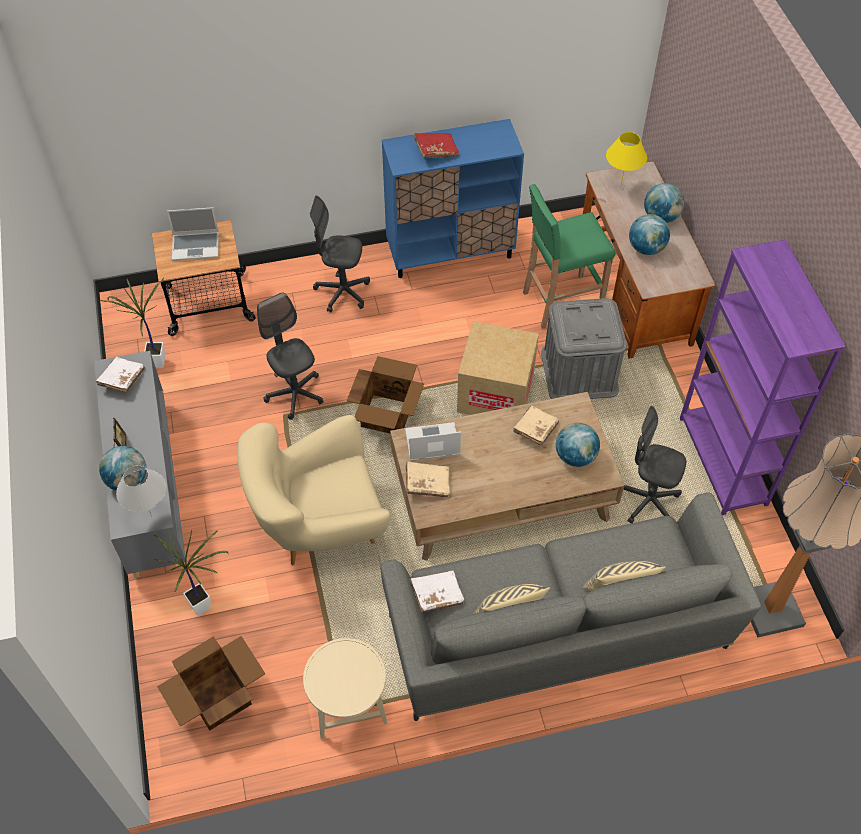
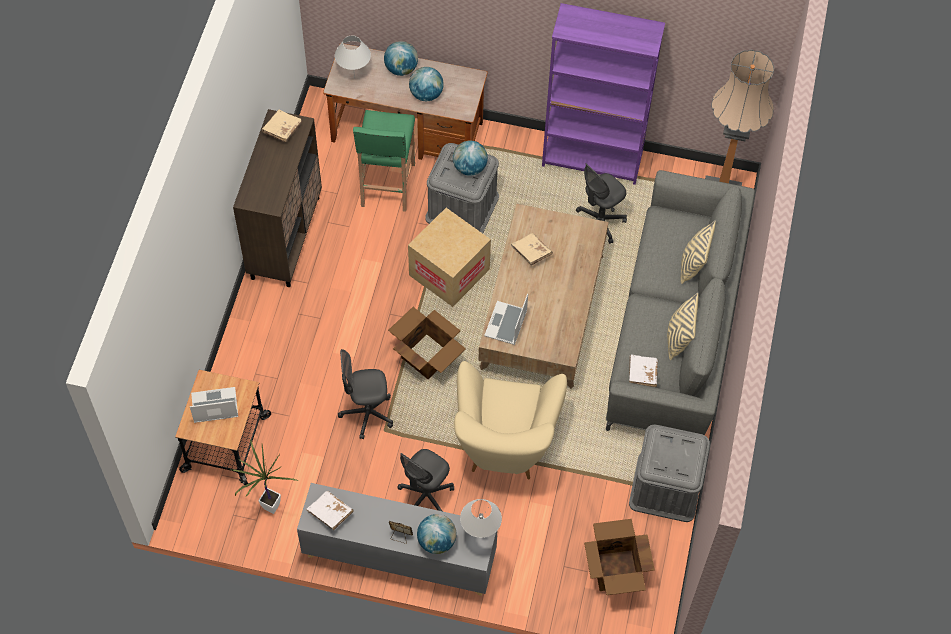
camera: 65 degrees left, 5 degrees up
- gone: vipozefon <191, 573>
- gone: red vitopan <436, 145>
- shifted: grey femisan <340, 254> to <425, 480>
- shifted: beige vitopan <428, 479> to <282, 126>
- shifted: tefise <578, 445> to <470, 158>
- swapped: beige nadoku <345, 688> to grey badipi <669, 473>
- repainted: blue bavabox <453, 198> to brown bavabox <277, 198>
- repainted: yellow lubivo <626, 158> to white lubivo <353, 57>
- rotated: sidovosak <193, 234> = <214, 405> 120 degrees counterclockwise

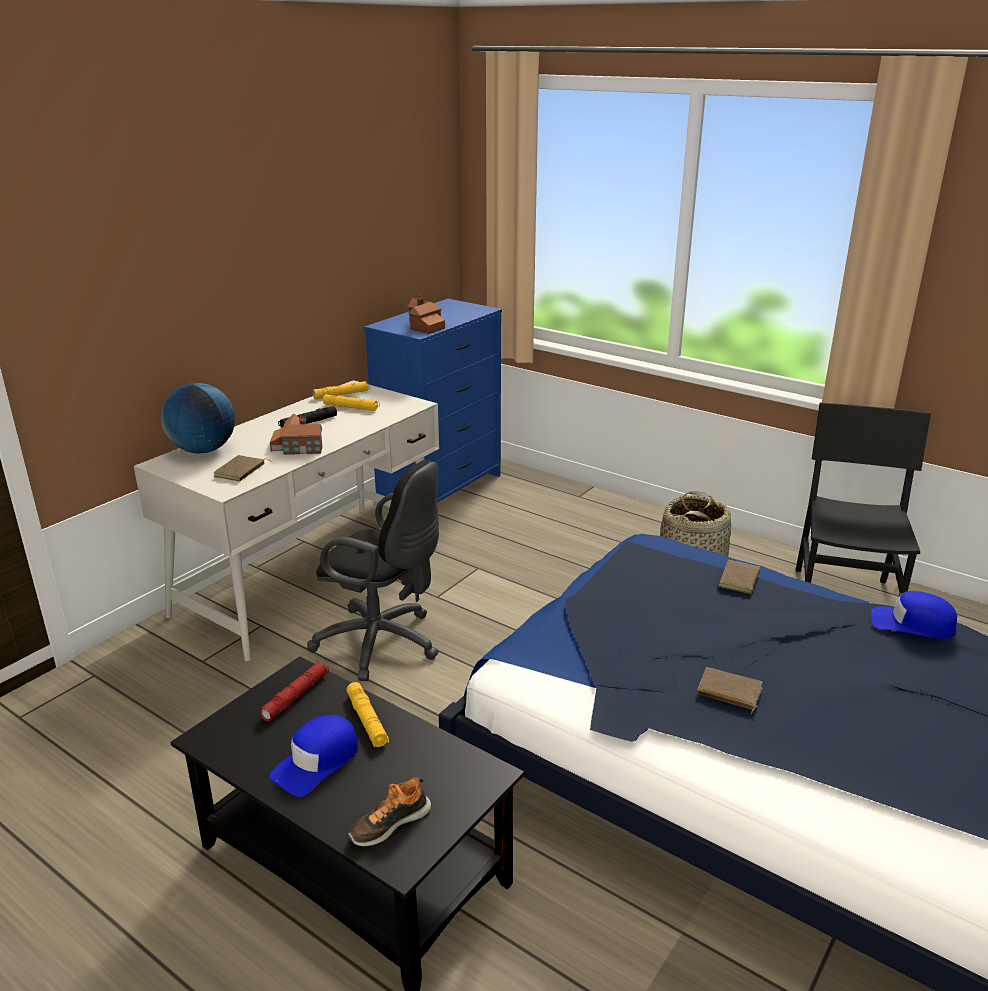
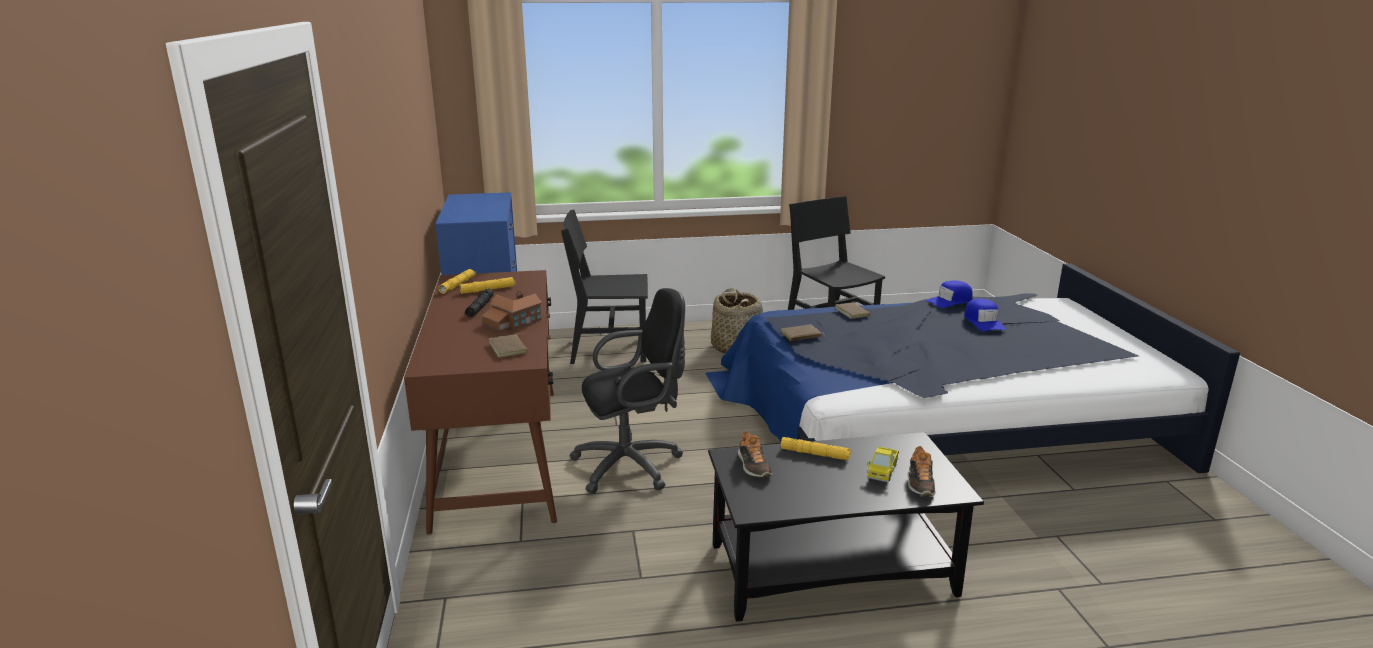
camera: 45 degrees left, 5 degrees down
- gone: tefise <198, 418>
- gone: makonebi <426, 315>
- new: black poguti <604, 287>
- new: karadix <883, 465>
- shifted: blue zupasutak <314, 756> to <985, 315>
- shifted: brown vitopan <730, 690> to <803, 332>
- swapped: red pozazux <294, 692> to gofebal <755, 454>
- repainted: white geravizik <287, 520> to brown geravizik <480, 402>

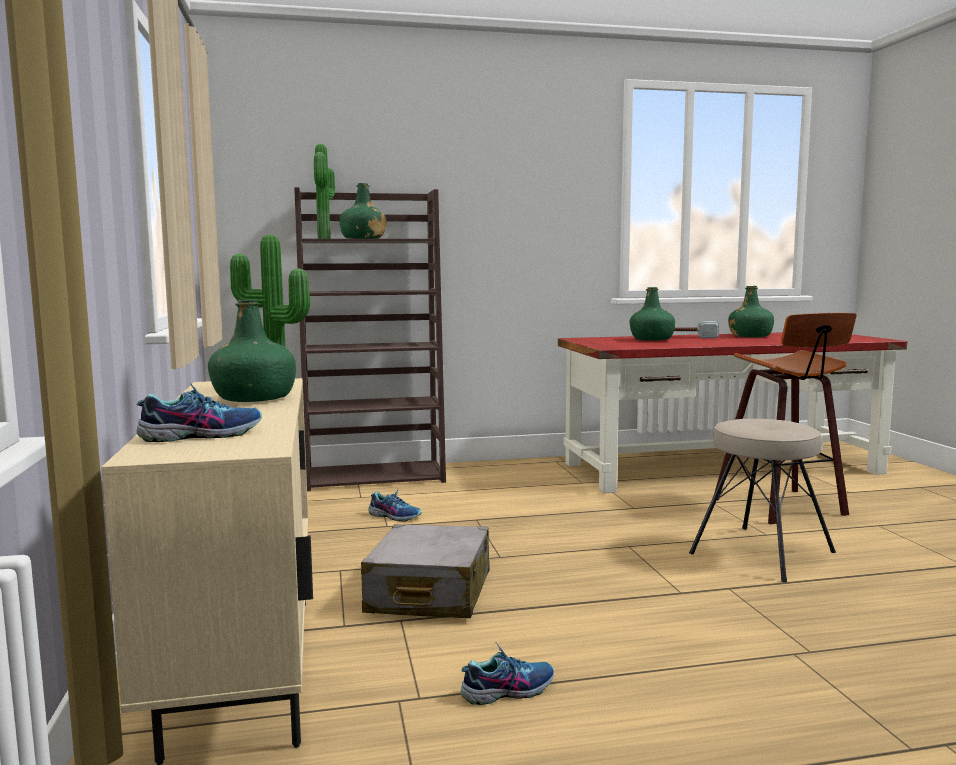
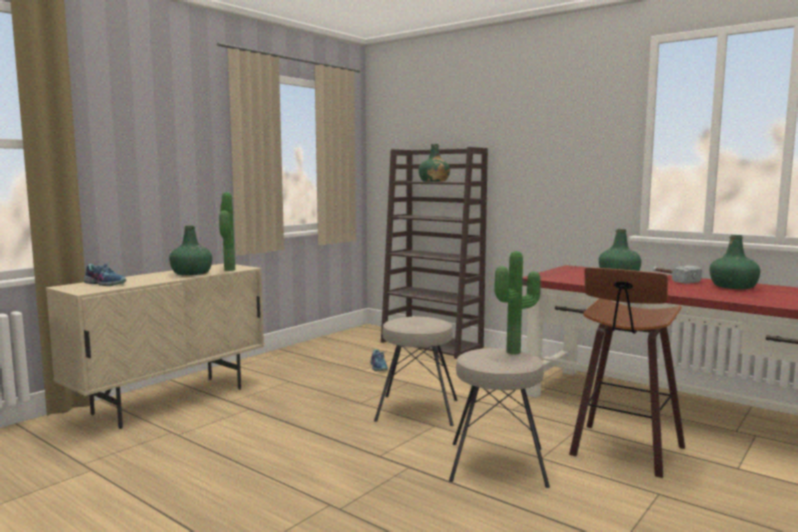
camera: 50 degrees right, 0 degrees up
- gone: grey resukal <425, 571>
- gone: gofebal <507, 673>
- new: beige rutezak <415, 371>
- shifted: vipozefon <324, 191> to <517, 303>

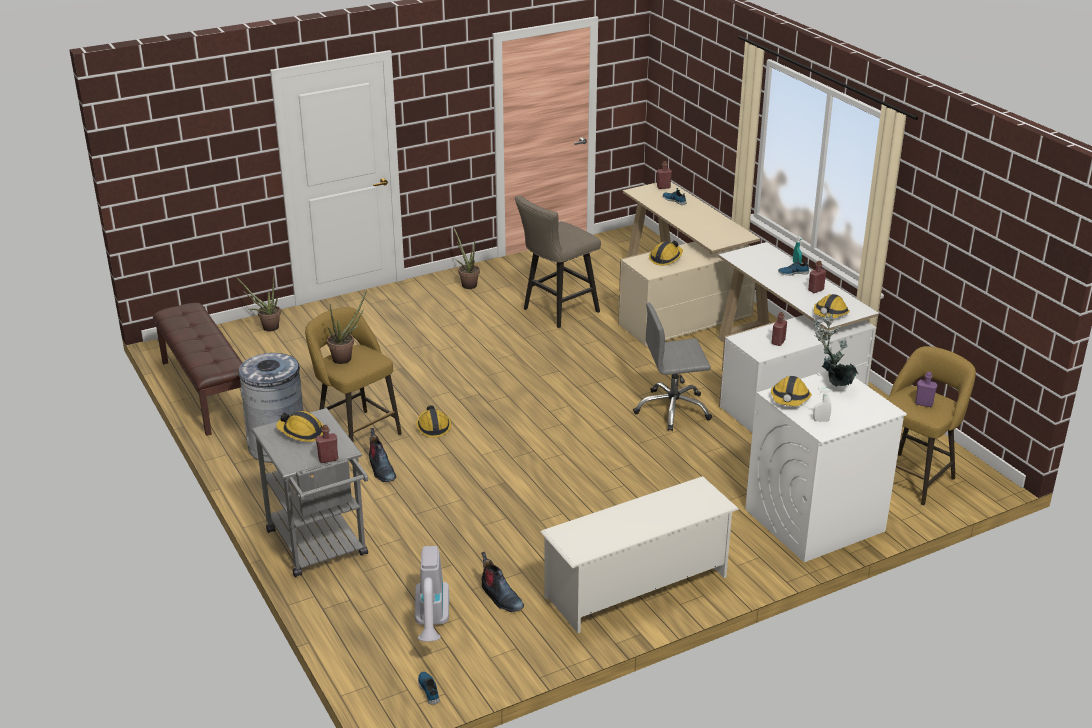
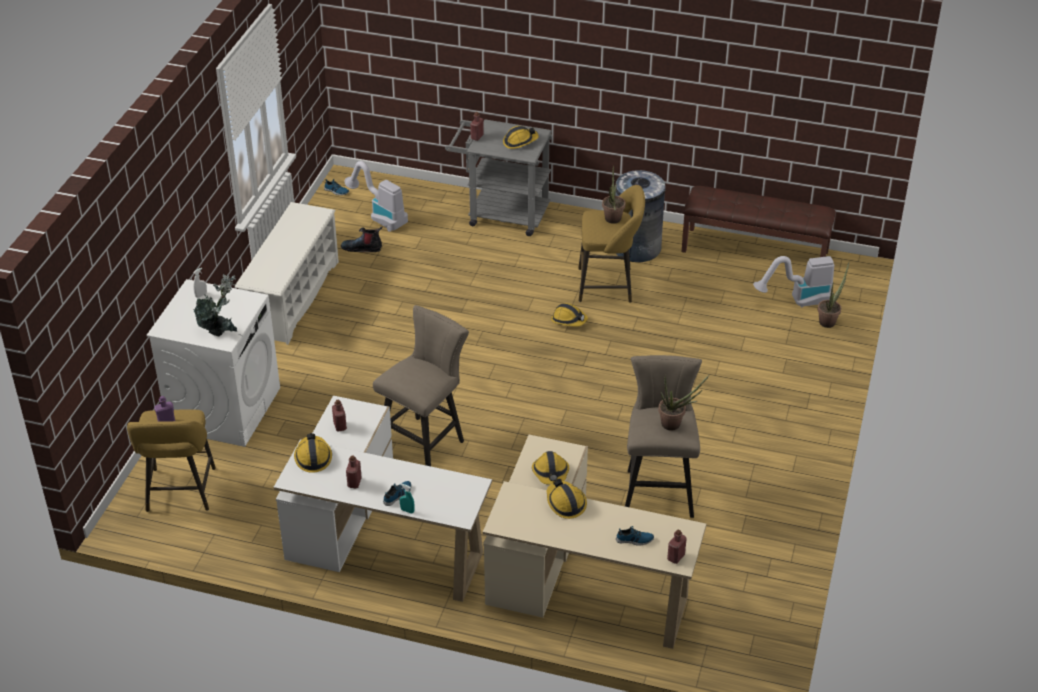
camera: 135 degrees right, 10 degrees up
- gone: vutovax <382, 455>
- new: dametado <793, 281>
- shifted: vipozefon <466, 258> to <683, 403>
- shifted: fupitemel <791, 391> to <567, 499>
- swapped: grey femisan <672, 366> to beige rutezak <421, 385>

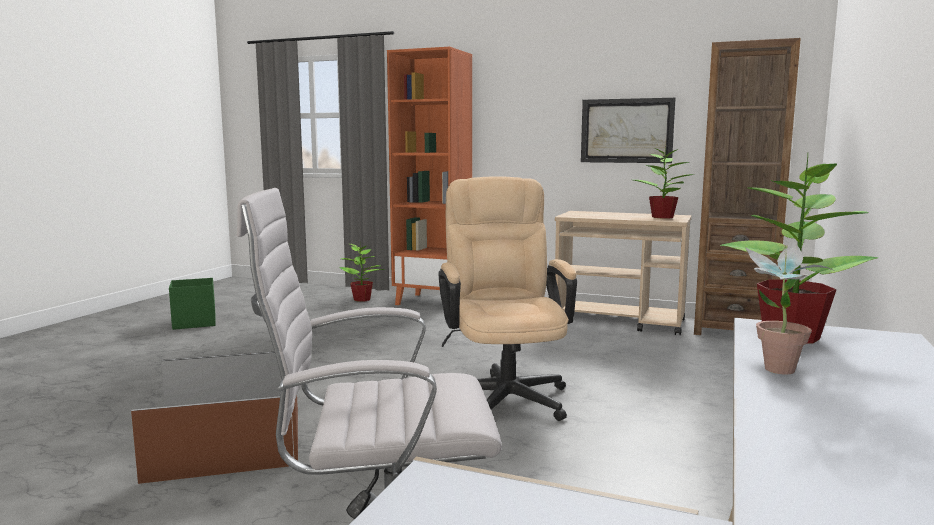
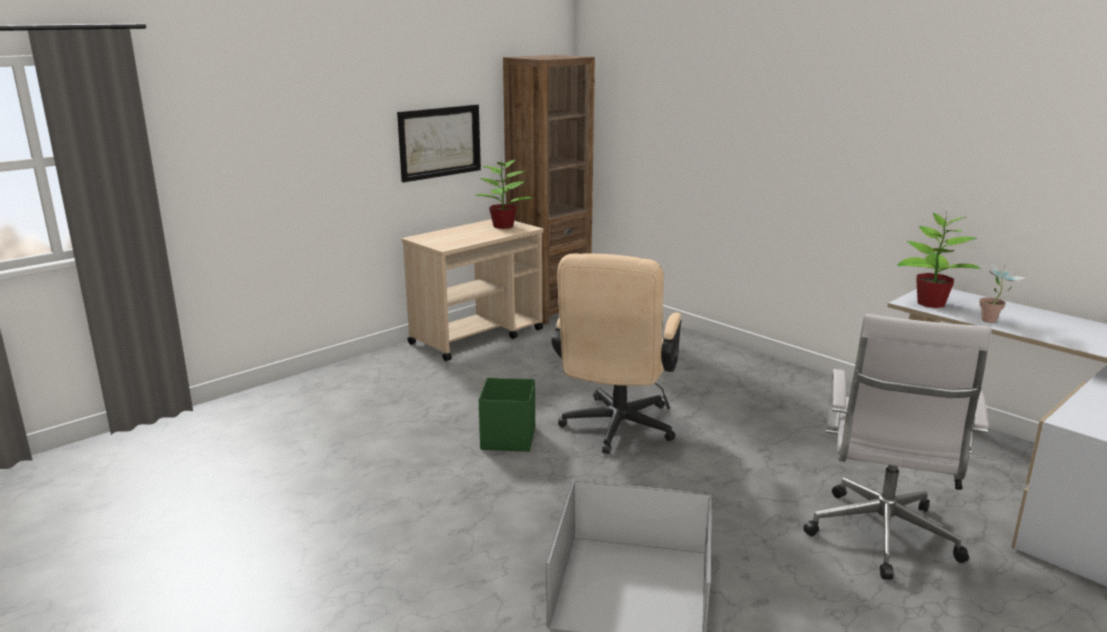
camera: 65 degrees left, 10 degrees up
- gone: vipozefon <362, 273>
- gone: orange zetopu <429, 176>
- shifted: green badipi <192, 304> to <507, 415>
- rotated: beige femisan <508, 298> = <616, 353> 90 degrees counterclockwise

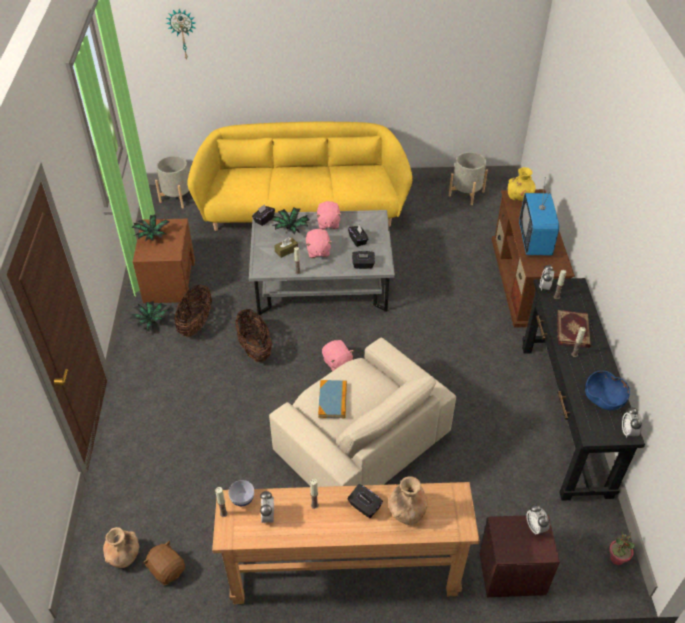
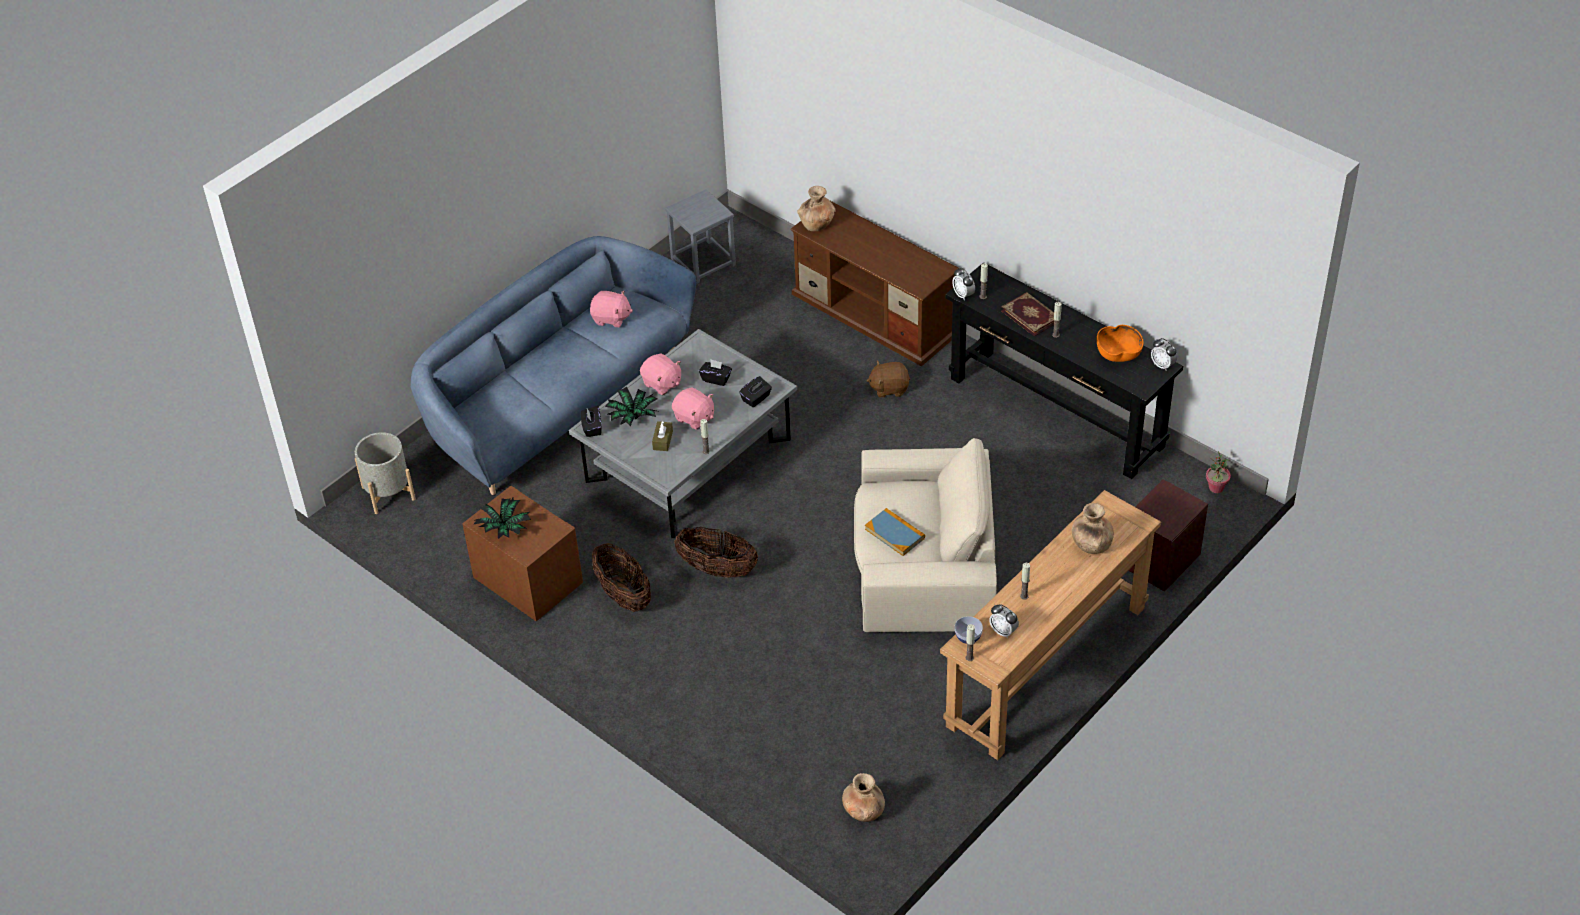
camera: 45 degrees left, 0 degrees up
- gone: vipozefon <150, 316>
- gone: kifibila <180, 34>
- gone: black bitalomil <365, 501>
- gone: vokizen <539, 216>
- gone: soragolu <538, 519>
- shifted: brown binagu <164, 562> to <888, 379>
- shifted: pink binagu <338, 355> to <611, 309>
- swapped: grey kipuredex <468, 178> to grey rutezak <700, 236>
- repainted: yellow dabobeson <300, 176> to blue dabobeson <553, 365>
- repainted: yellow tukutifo <522, 184> to brown tukutifo <816, 208>
- repainted: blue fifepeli <607, 390> to orange fifepeli <1120, 343>

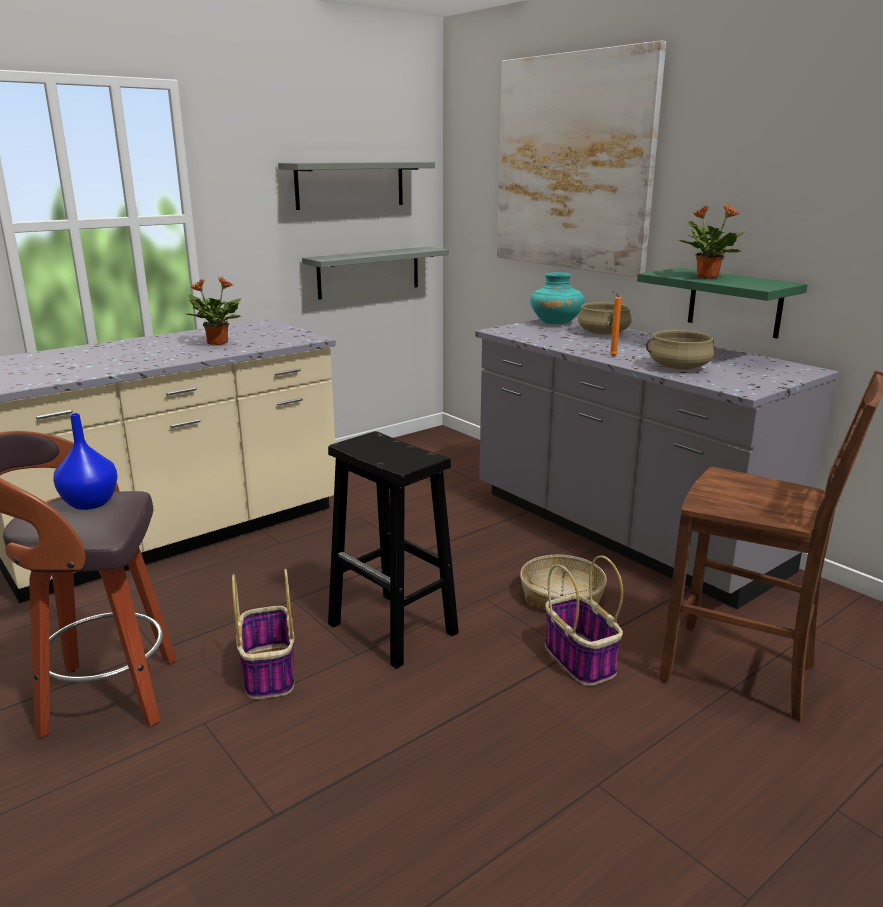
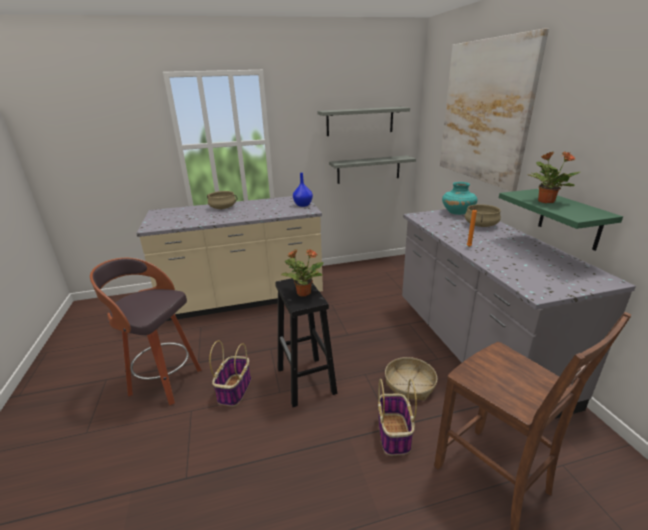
camera: 25 degrees right, 5 degrees up
- shifted: blue tukutifo <85, 461> to <303, 190>
- shifted: vipozefon <213, 311> to <302, 273>
- shifted: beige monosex <680, 349> to <222, 200>

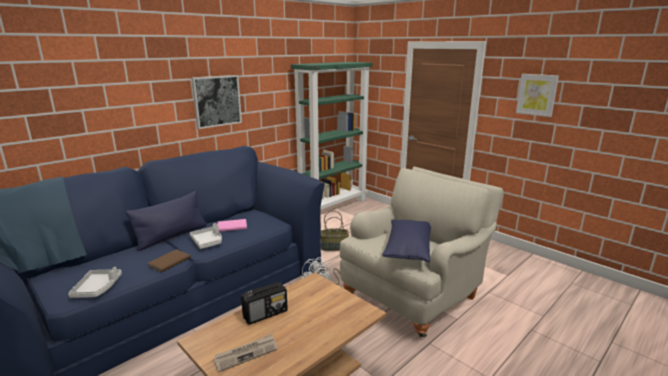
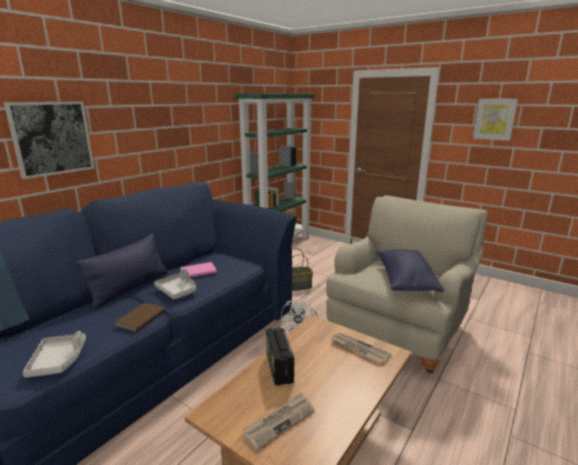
camera: 10 degrees left, 0 degrees up
- new: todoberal <361, 348>
- shifted: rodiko <216, 102> to <49, 140>
- rotated: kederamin <264, 304> = <280, 356> 120 degrees clockwise

